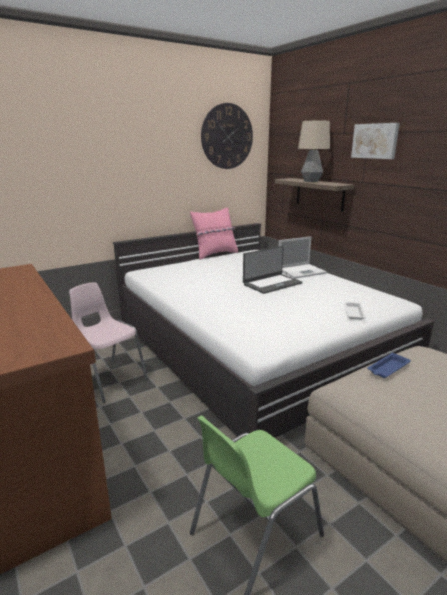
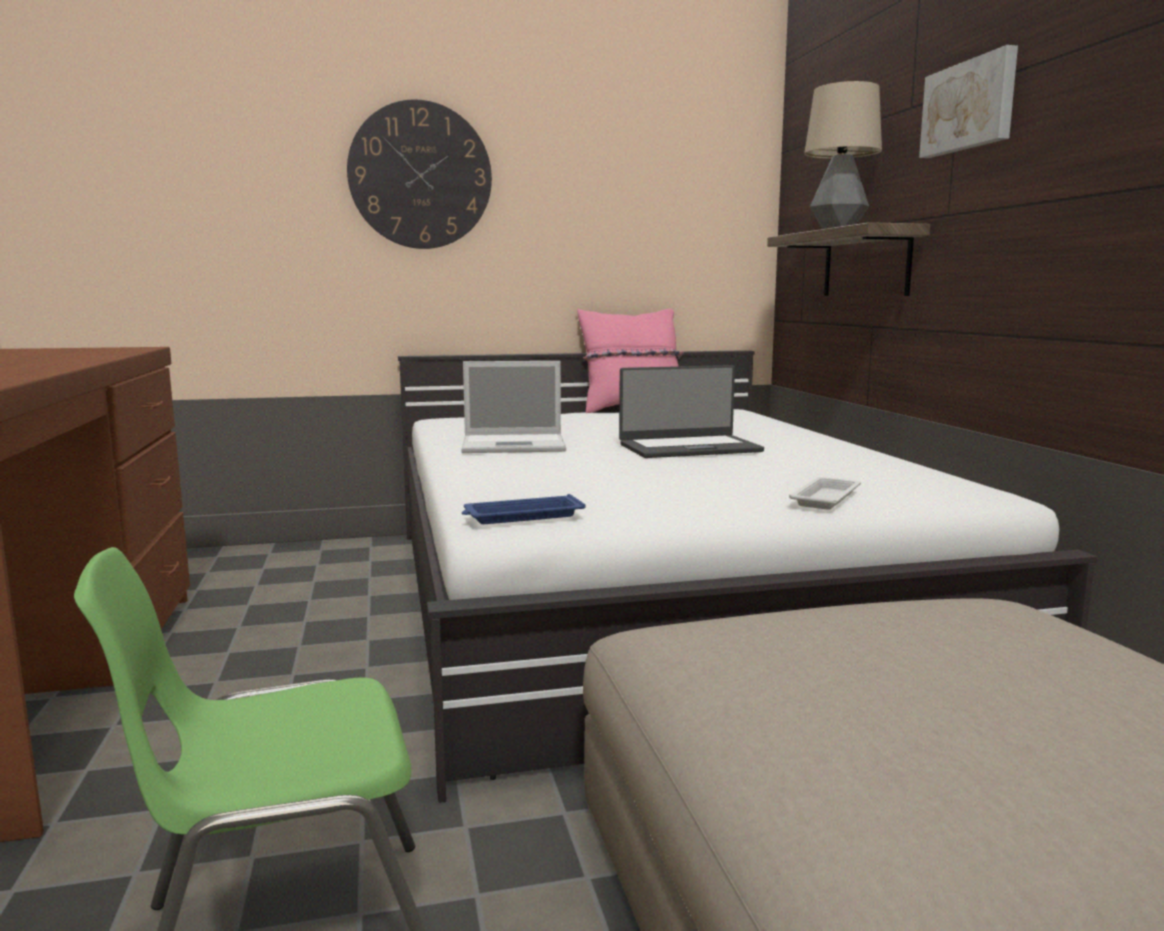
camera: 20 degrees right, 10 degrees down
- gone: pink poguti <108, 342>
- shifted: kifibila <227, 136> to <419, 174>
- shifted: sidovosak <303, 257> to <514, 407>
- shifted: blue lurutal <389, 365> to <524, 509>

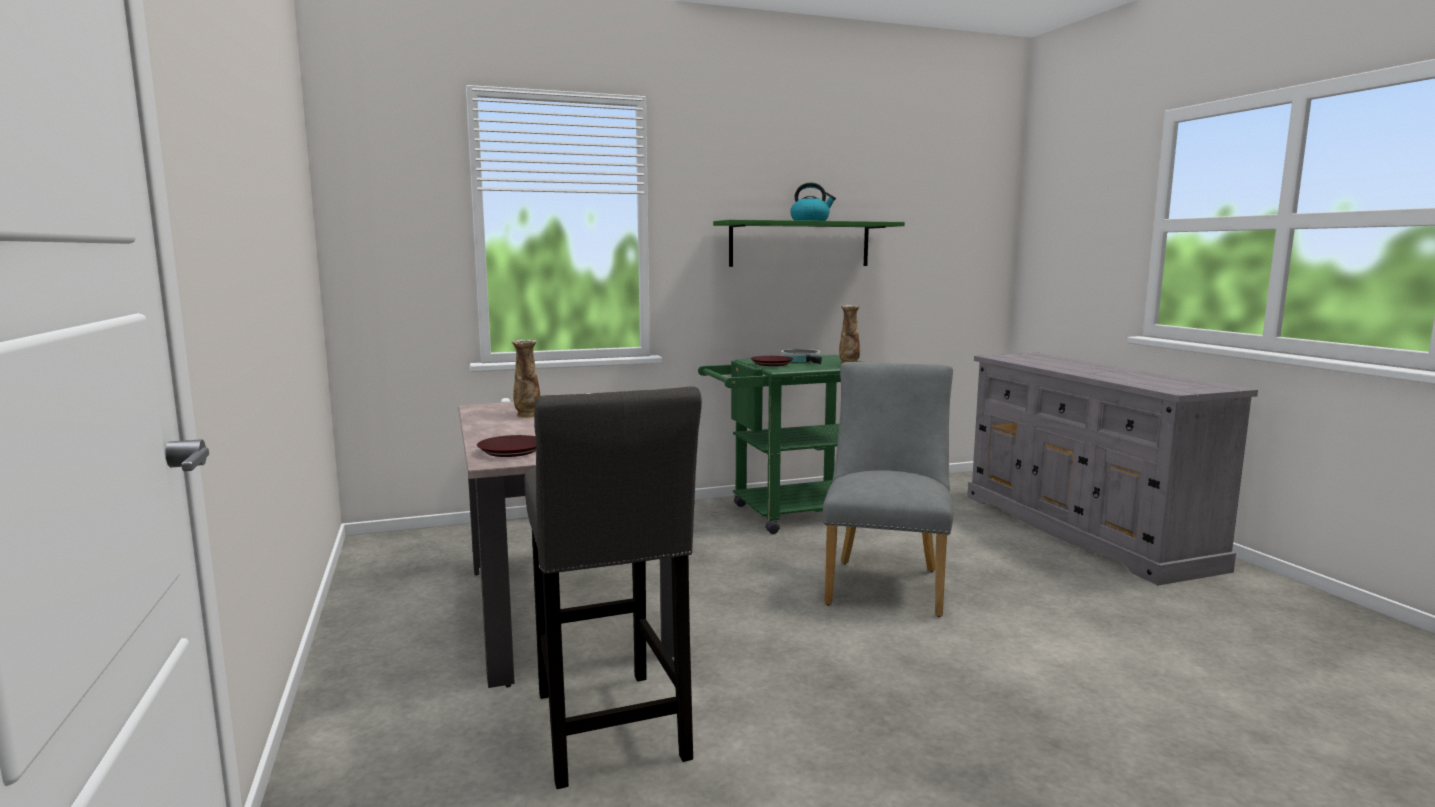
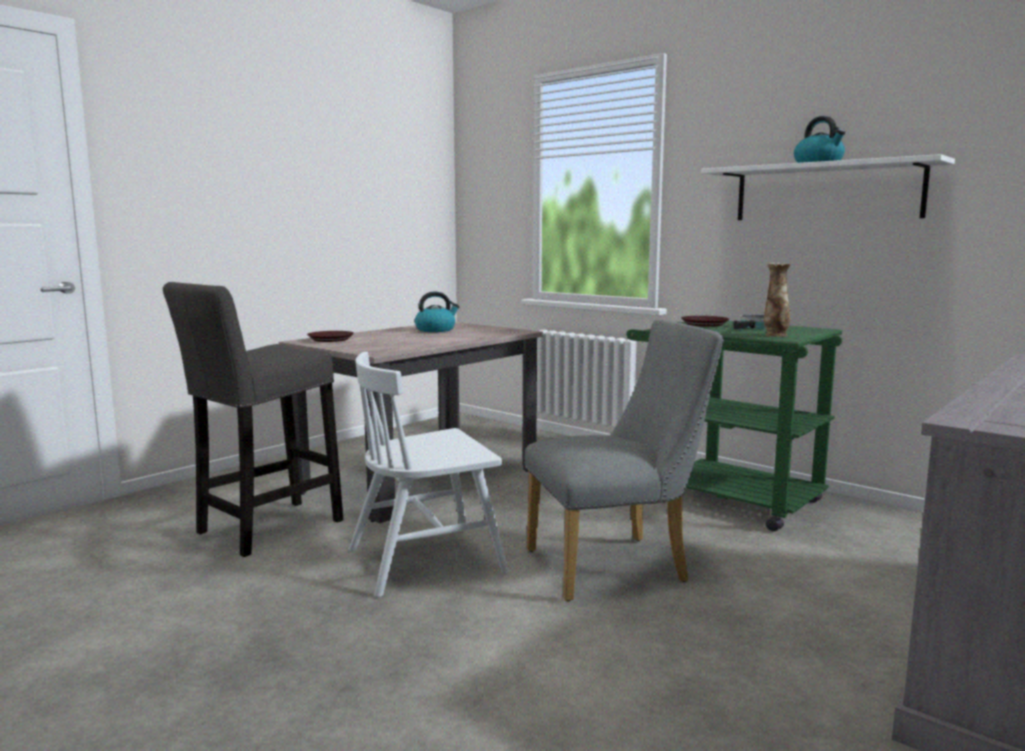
camera: 60 degrees right, 0 degrees up
- new: white poguti <429, 474>
- swapped: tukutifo <526, 378> to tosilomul <437, 312>
- repainted: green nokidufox <809, 243> to white nokidufox <828, 187>

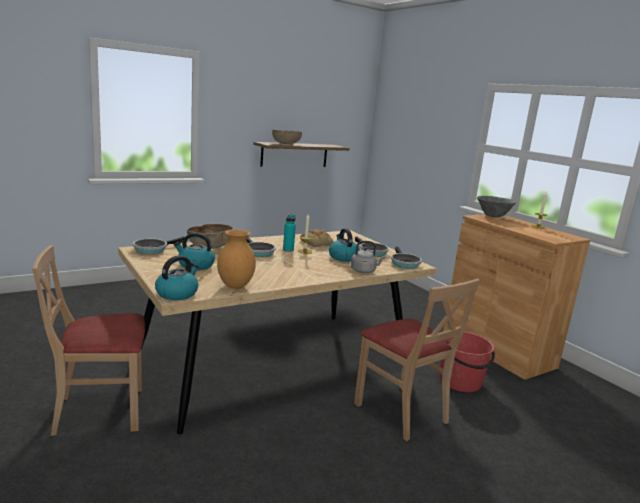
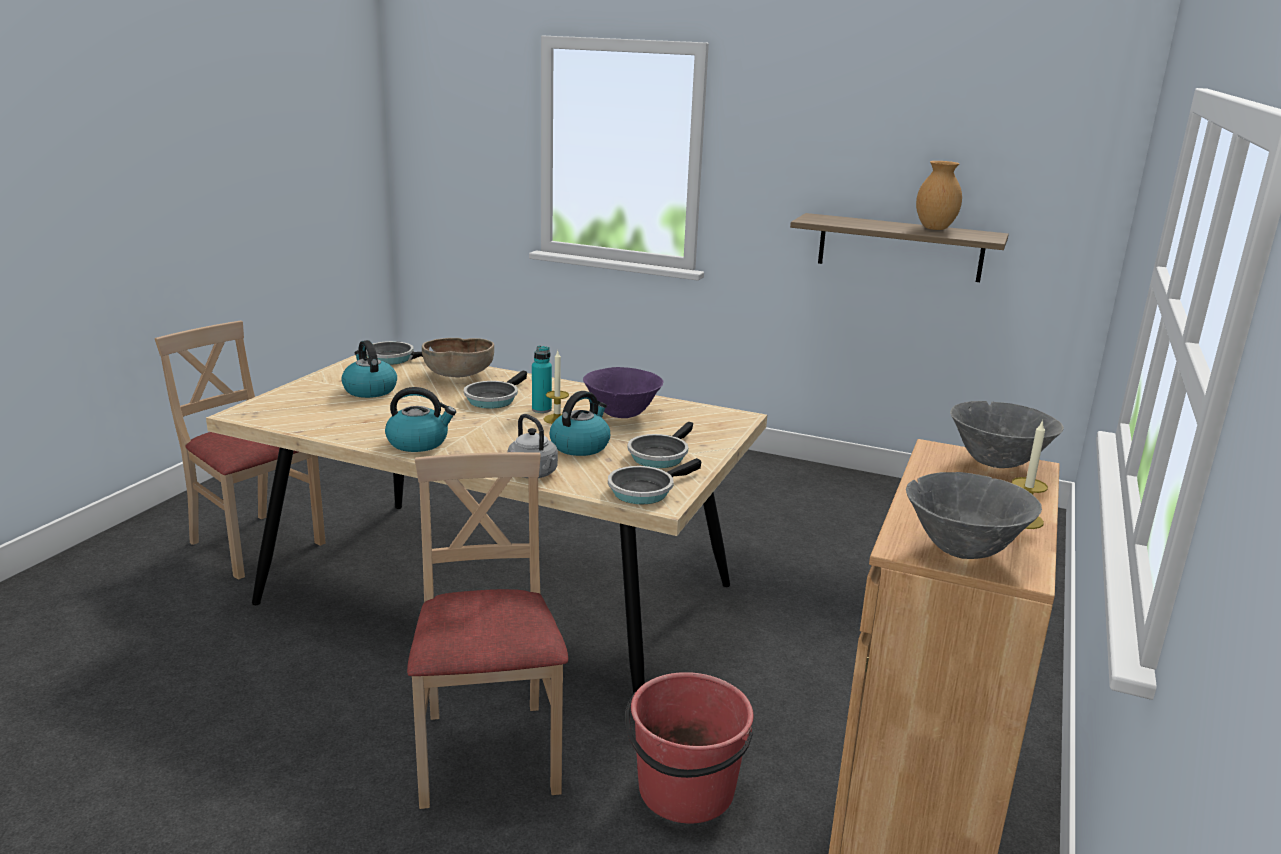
camera: 55 degrees right, 5 degrees up
- gone: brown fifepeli <287, 136>
- new: grey fifepeli <974, 515>
- shifted: tosilomul <177, 277> to <420, 419>
- shifted: brown tukutifo <236, 259> to <939, 195>
- swapped: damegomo <317, 238> to purple fifepeli <623, 392>
- rotated: beige poguti <417, 360> = <487, 630> 150 degrees clockwise

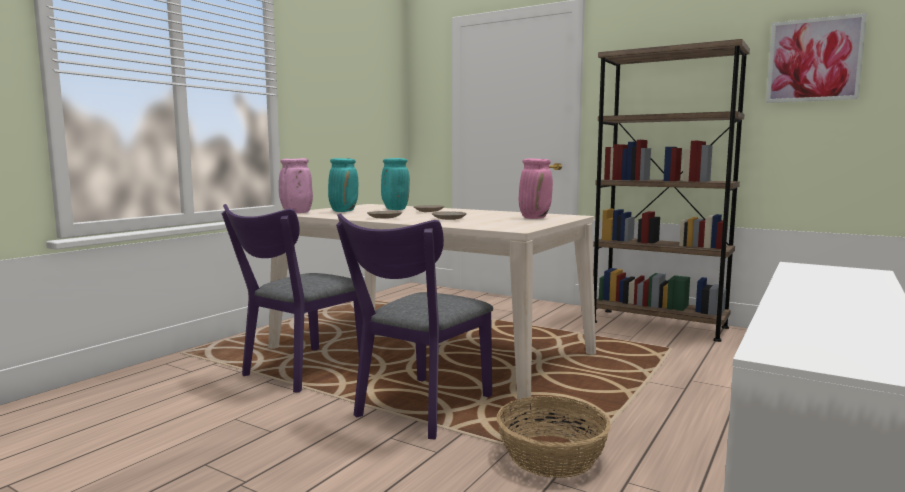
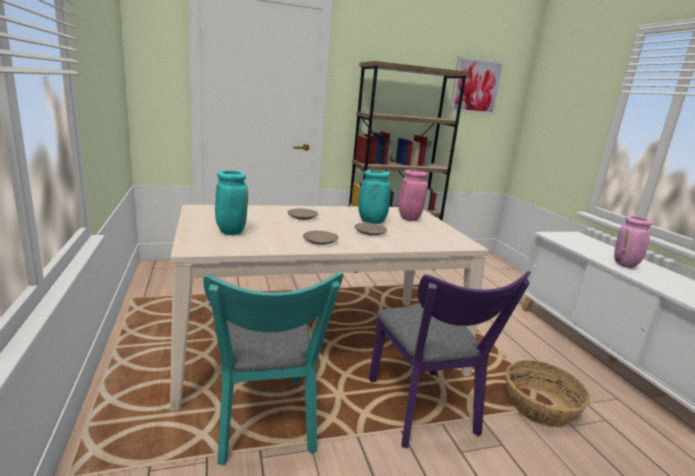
camera: 50 degrees left, 10 degrees up
- shifted: pink tukutifo <296, 185> to <633, 242>
- shifted: turquoise tukutifo <395, 184> to <374, 197>
- repainted: purple poguti <292, 298> to turquoise poguti <273, 368>

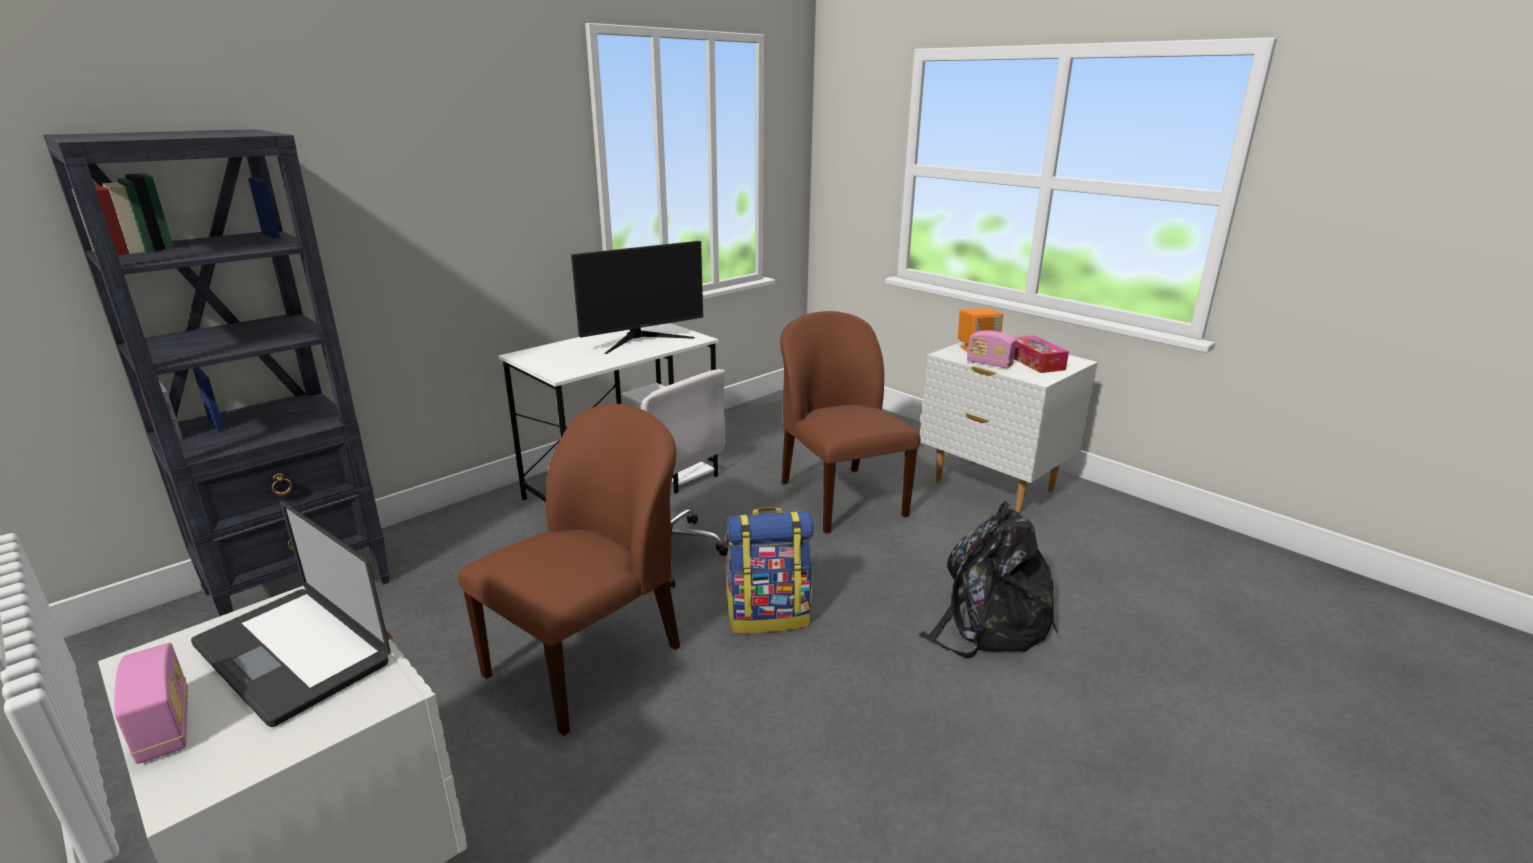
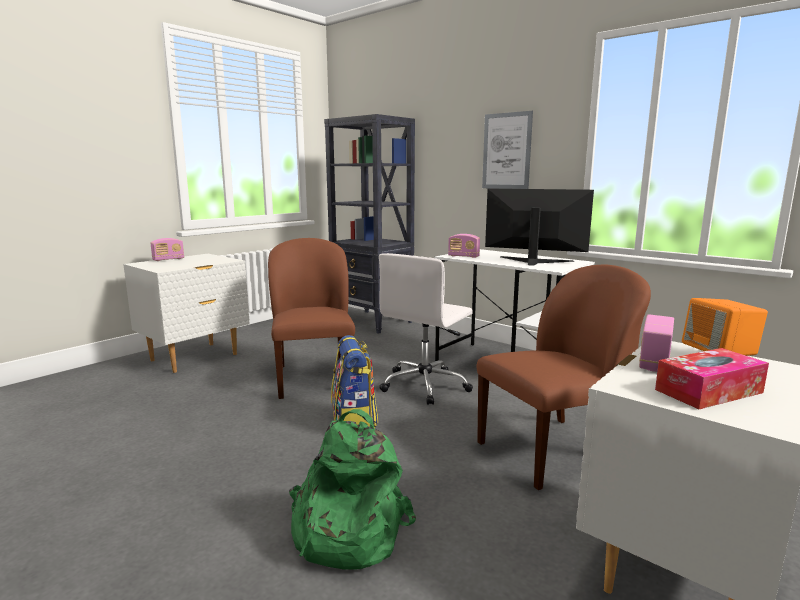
camera: 85 degrees right, 10 degrees down
- gone: sidovosak <291, 613>
- new: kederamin <464, 246>
- new: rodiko <507, 150>
- repainted: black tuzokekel <988, 579> to green tuzokekel <352, 489>
- rotated: brown poguti <569, 570> = <311, 318> 135 degrees counterclockwise
- rotated: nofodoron <637, 297> = <539, 227> 150 degrees clockwise

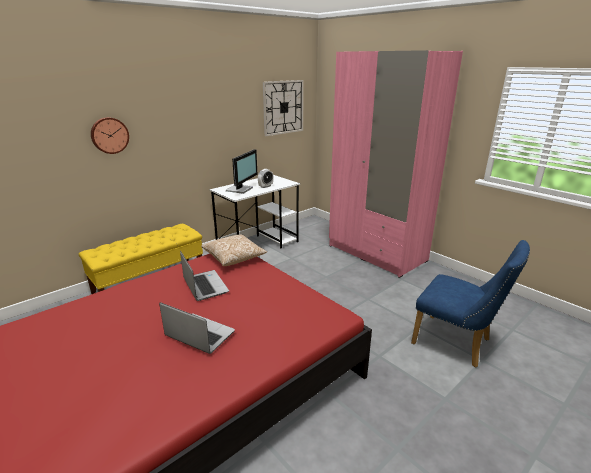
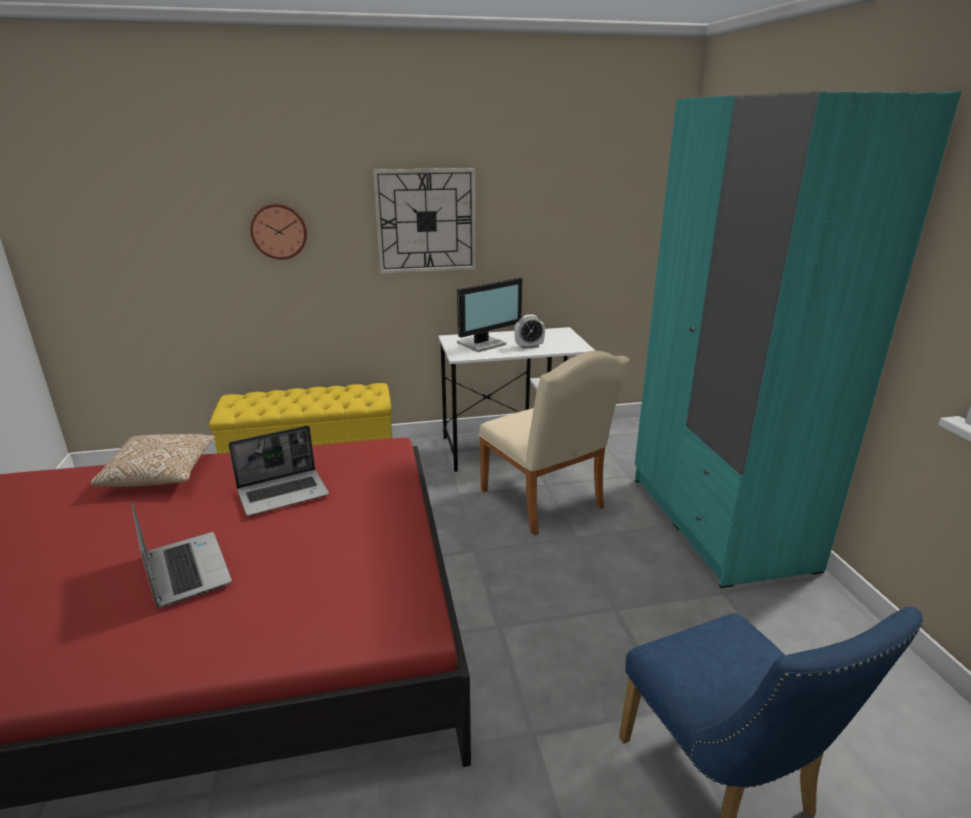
camera: 30 degrees right, 0 degrees up
- new: beige poguti <554, 443>
- shifted: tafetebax <234, 250> to <153, 460>
- shifted: kifibila <283, 108> to <424, 221>
- repainted: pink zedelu <396, 164> to turquoise zedelu <798, 339>
- rotated: sidovosak <204, 276> = <278, 470> 60 degrees clockwise

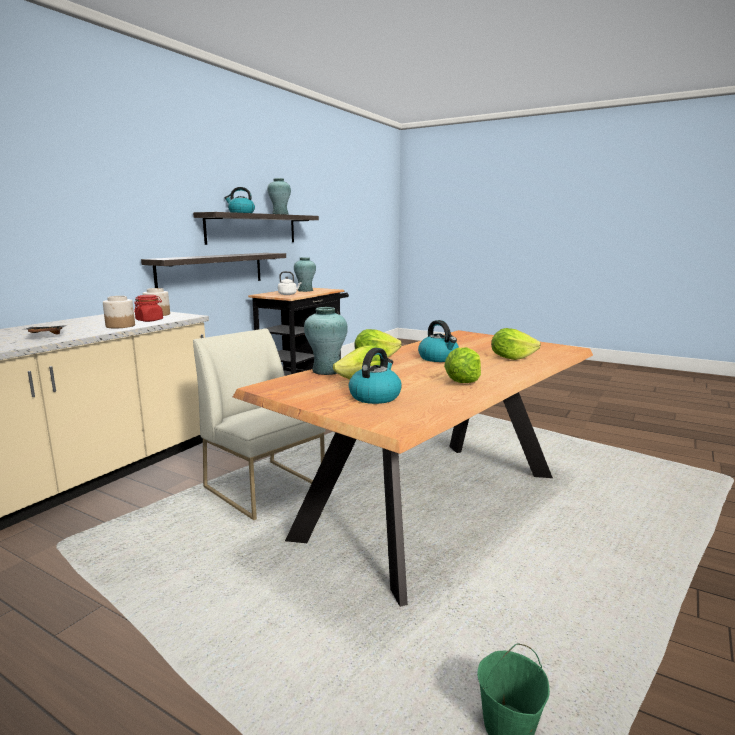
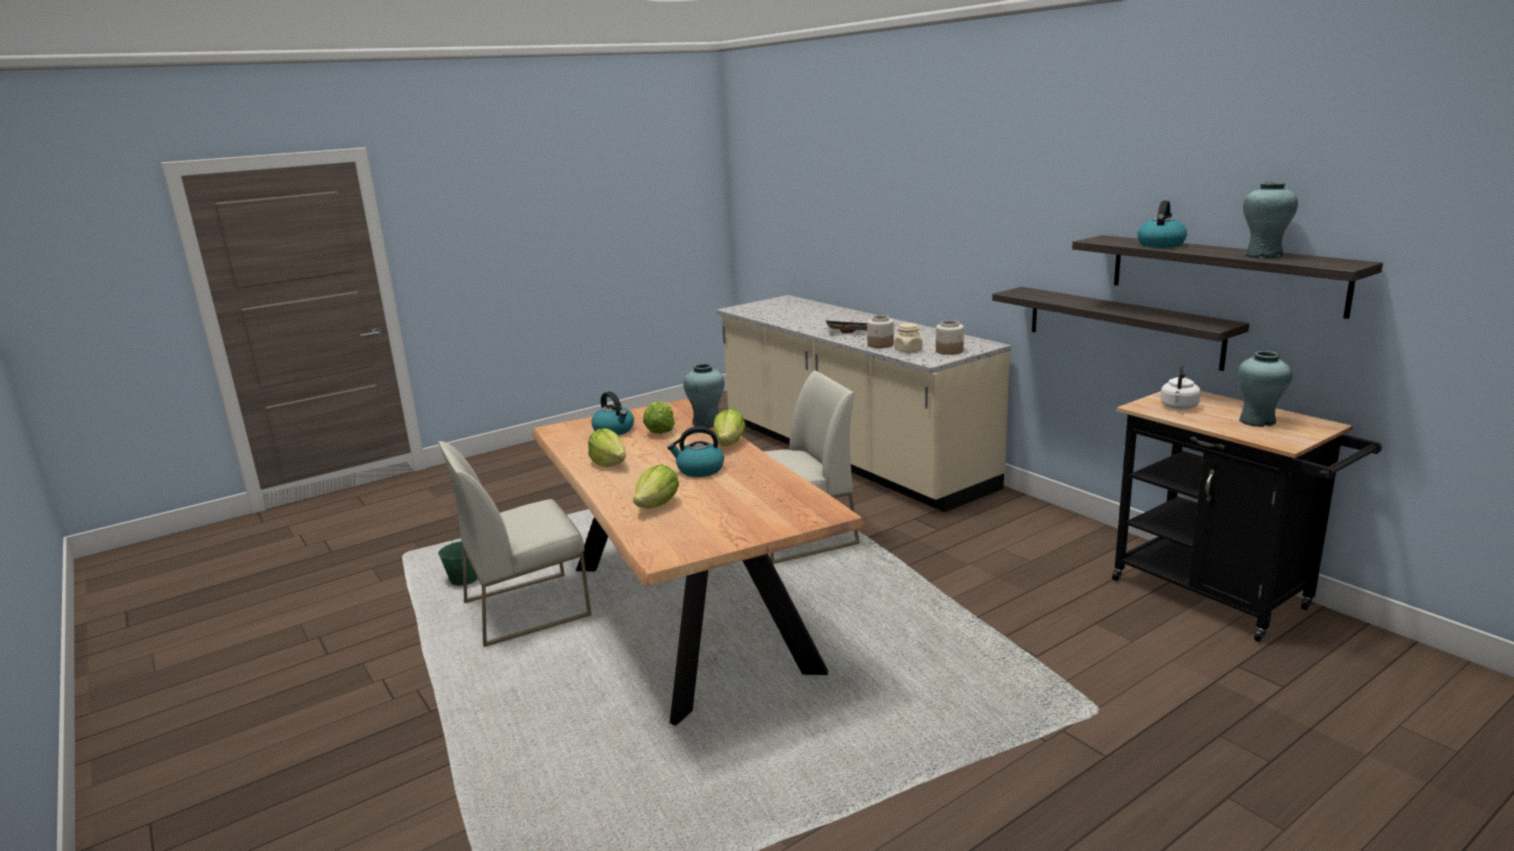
camera: 115 degrees right, 5 degrees up
- new: white poguti <514, 544>
- repainted: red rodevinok <148, 308> to beige rodevinok <909, 338>

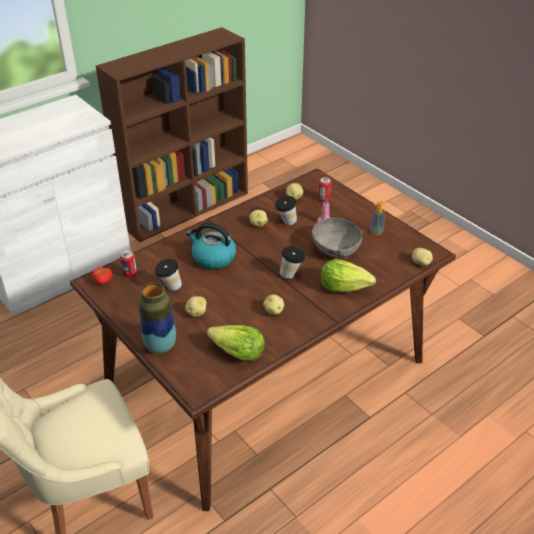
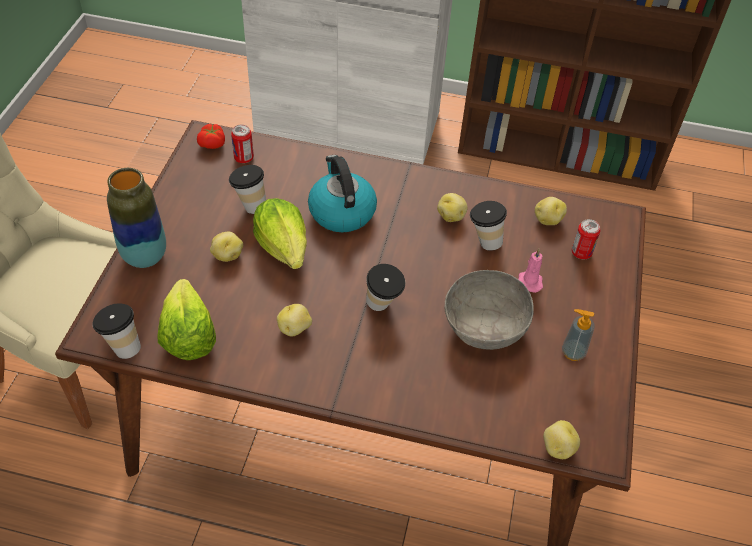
camera: 50 degrees right, 10 degrees up
- new: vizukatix <116, 331>
- shifted: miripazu <348, 275> to <280, 233>

